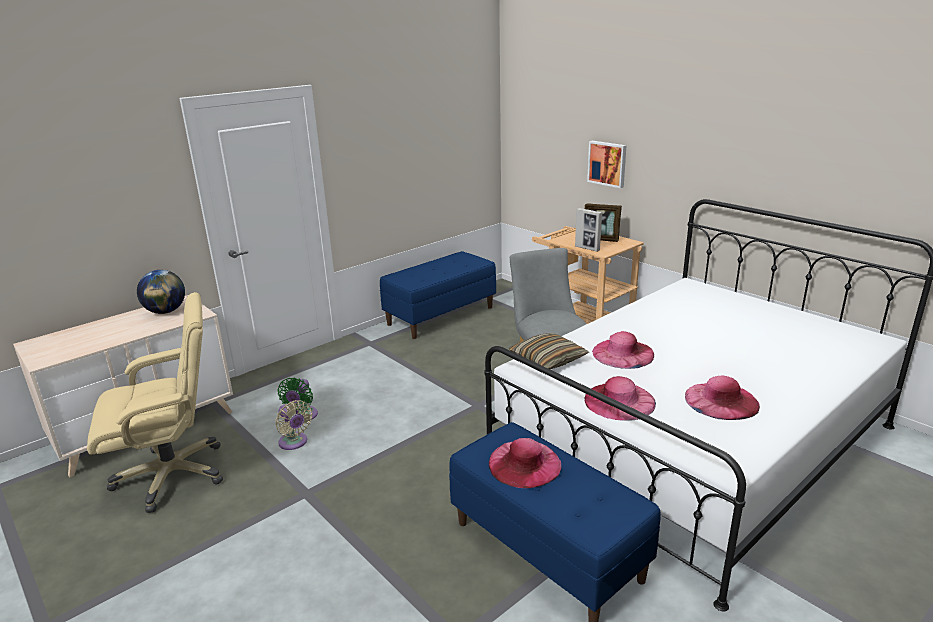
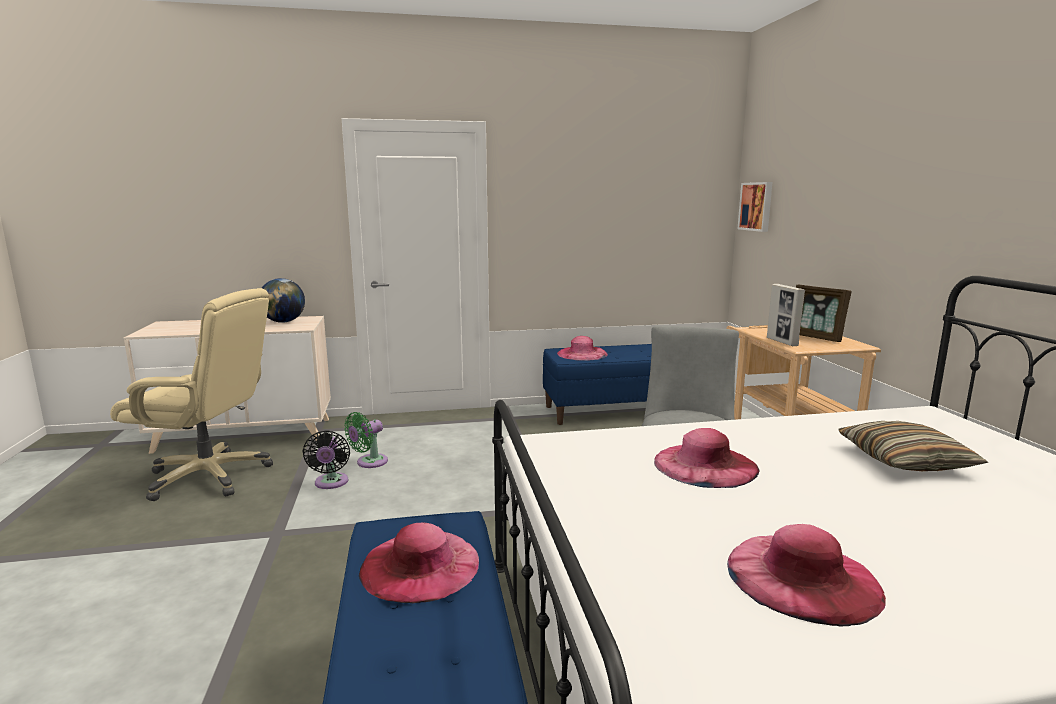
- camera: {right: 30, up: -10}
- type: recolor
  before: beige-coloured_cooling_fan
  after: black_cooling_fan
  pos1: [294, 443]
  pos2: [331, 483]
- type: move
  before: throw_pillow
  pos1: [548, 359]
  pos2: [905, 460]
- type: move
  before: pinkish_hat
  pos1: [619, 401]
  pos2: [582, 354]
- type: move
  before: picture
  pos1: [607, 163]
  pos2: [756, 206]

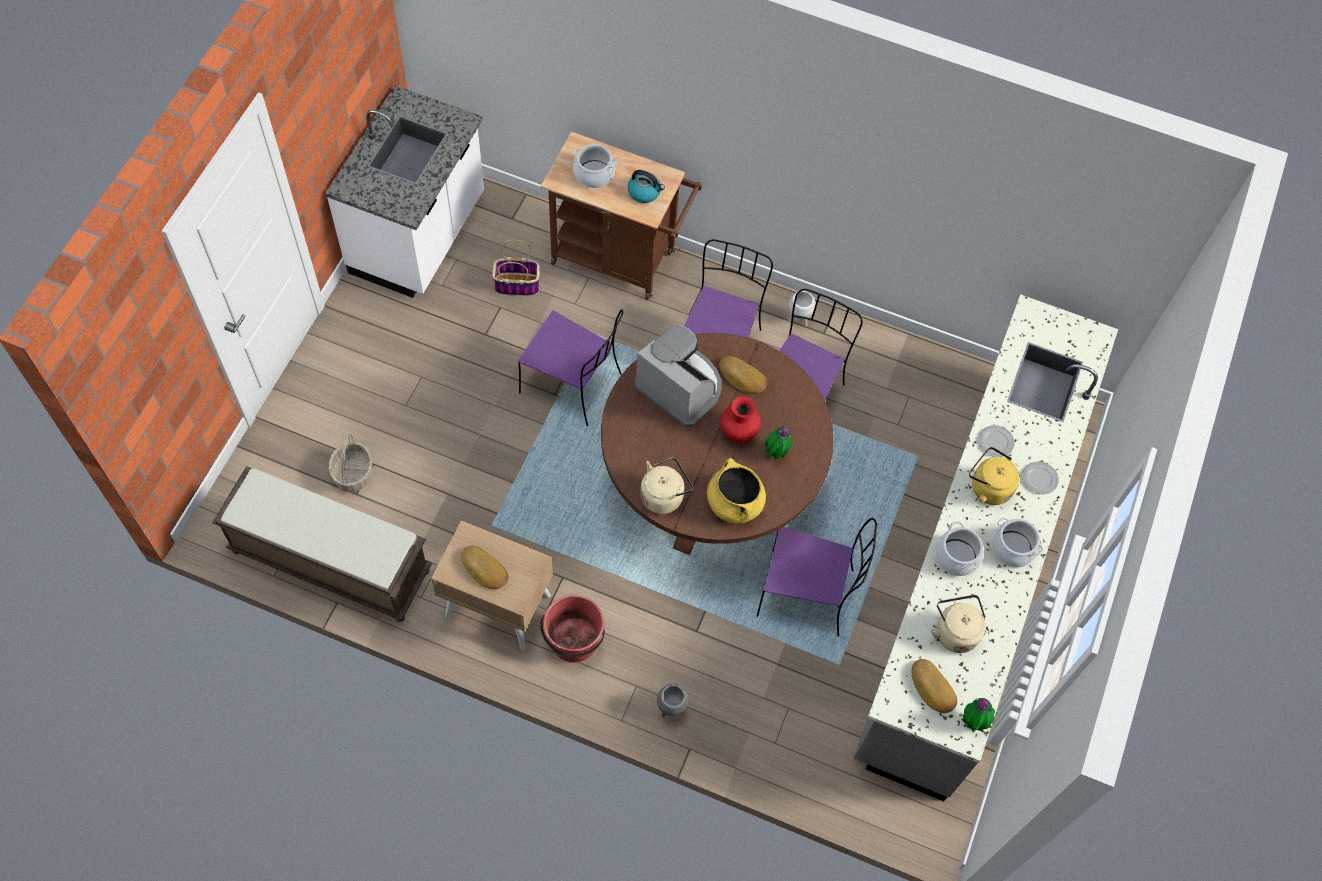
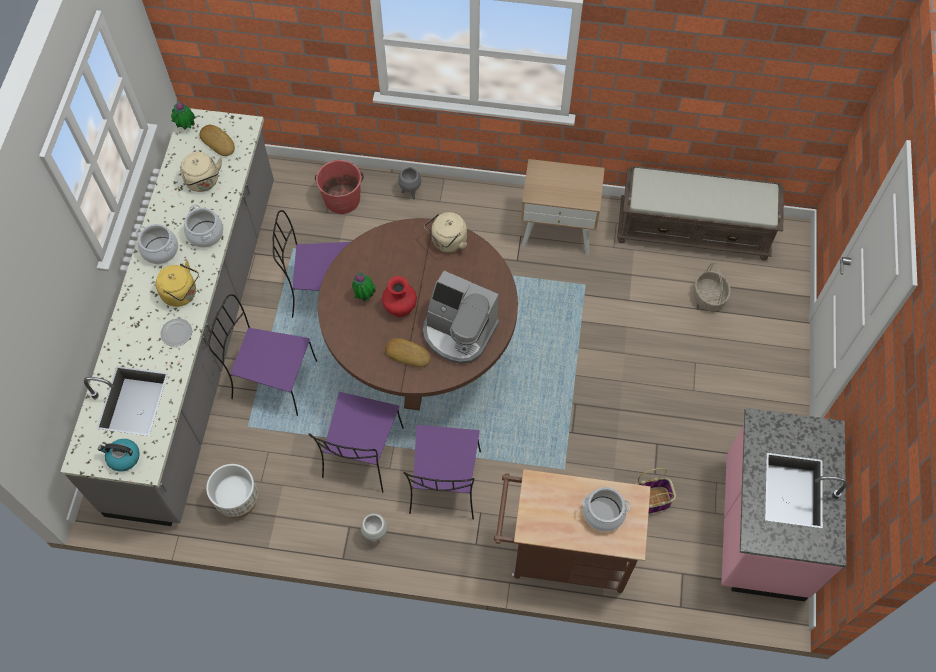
- camera: {right: 170, up: 0}
- type: recolor
  before: white-coloured_counter
  after: pinkish_counter
  pos1: [419, 236]
  pos2: [760, 528]
- type: delete
  before: bakery_bread
  pos1: [484, 570]
- type: move
  before: purple_chair
  pos1: [573, 384]
  pos2: [272, 380]
- type: move
  before: red-coloured_pail
  pos1: [574, 641]
  pos2: [342, 199]
- type: move
  before: water_kettle
  pos1: [644, 192]
  pos2: [123, 458]
- type: delete
  before: yellowish_cooking_pot
  pos1: [734, 503]
- type: delete
  before: flat_dish
  pos1: [1039, 478]
- type: insert
  after: white-coloured_planter
  pos2: [238, 500]

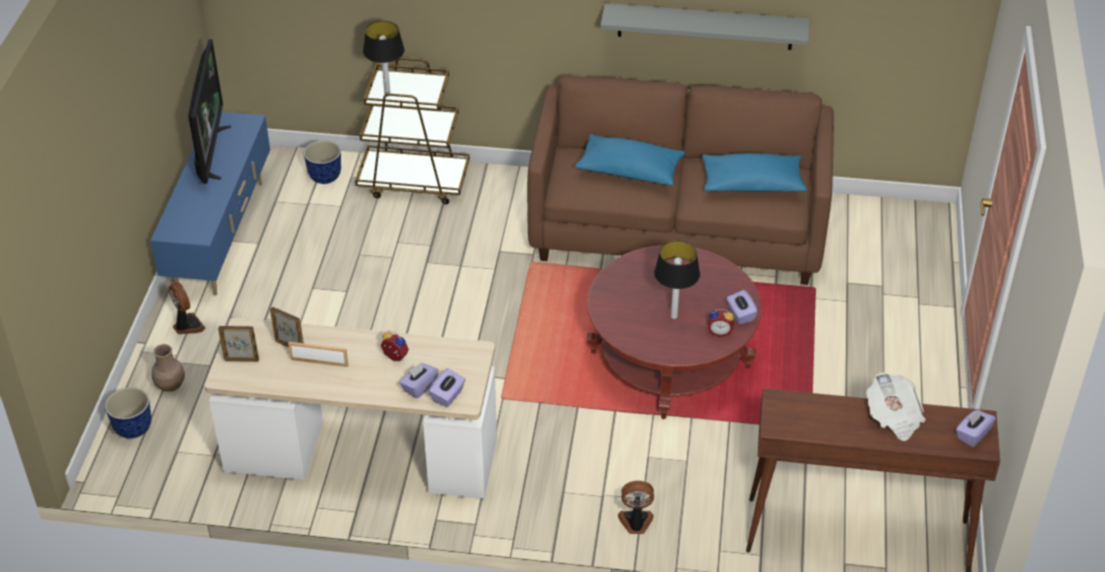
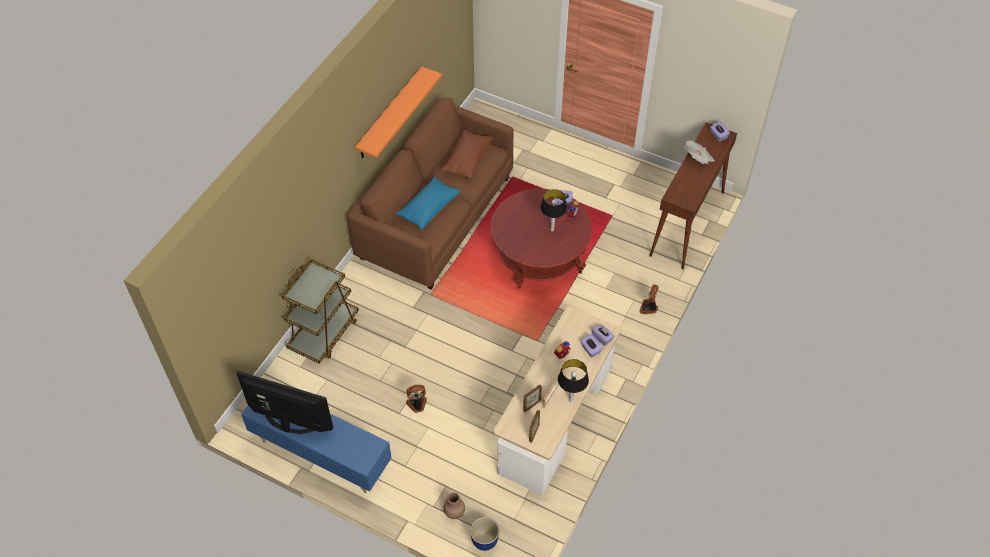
- camera: {right: -70, up: 10}
- type: move
  before: cooling_fan
  pos1: [187, 326]
  pos2: [417, 405]
- type: delete
  before: planter
  pos1: [324, 177]
- type: move
  before: lamp_for_a_table
  pos1: [387, 94]
  pos2: [571, 400]
- type: recolor
  before: grey_bracket_shelf
  after: orangey_bracket_shelf
  pos1: [705, 26]
  pos2: [390, 113]
- type: recolor
  before: blue_throw_pillow
  after: brown-coloured_throw_pillow
  pos1: [752, 184]
  pos2: [467, 160]

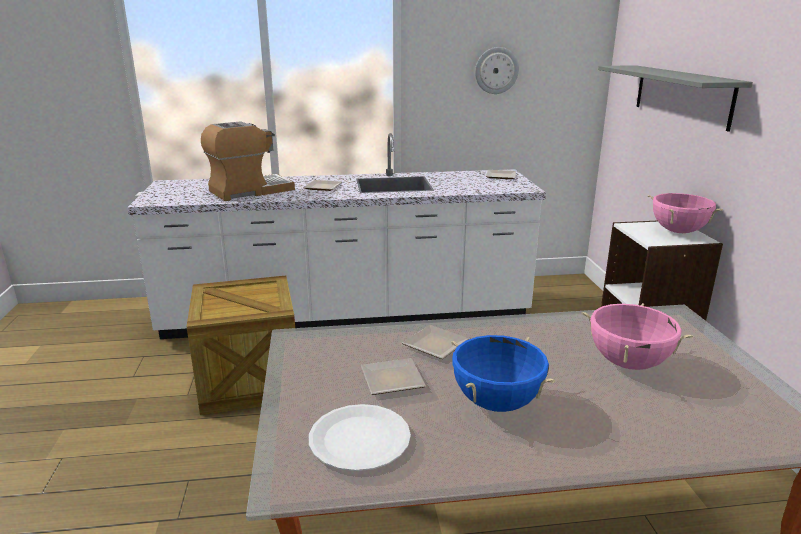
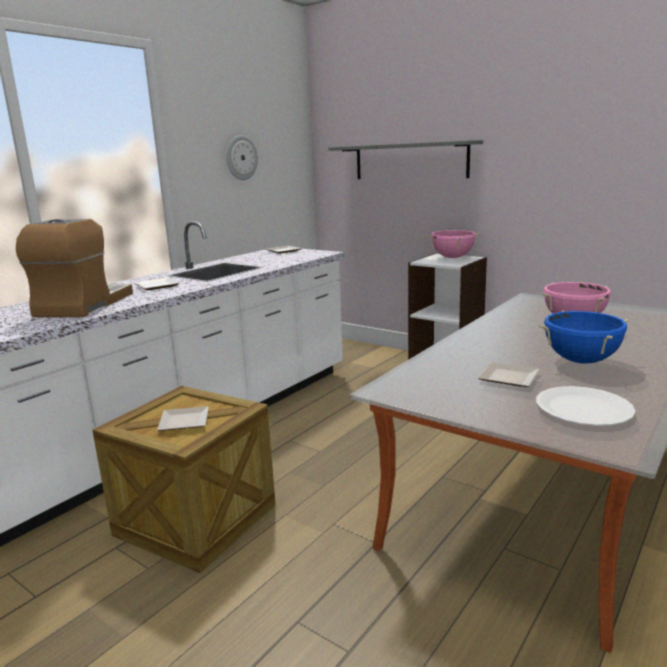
- camera: {right: -45, up: -5}
- type: move
  before: flat_dish
  pos1: [433, 345]
  pos2: [182, 422]

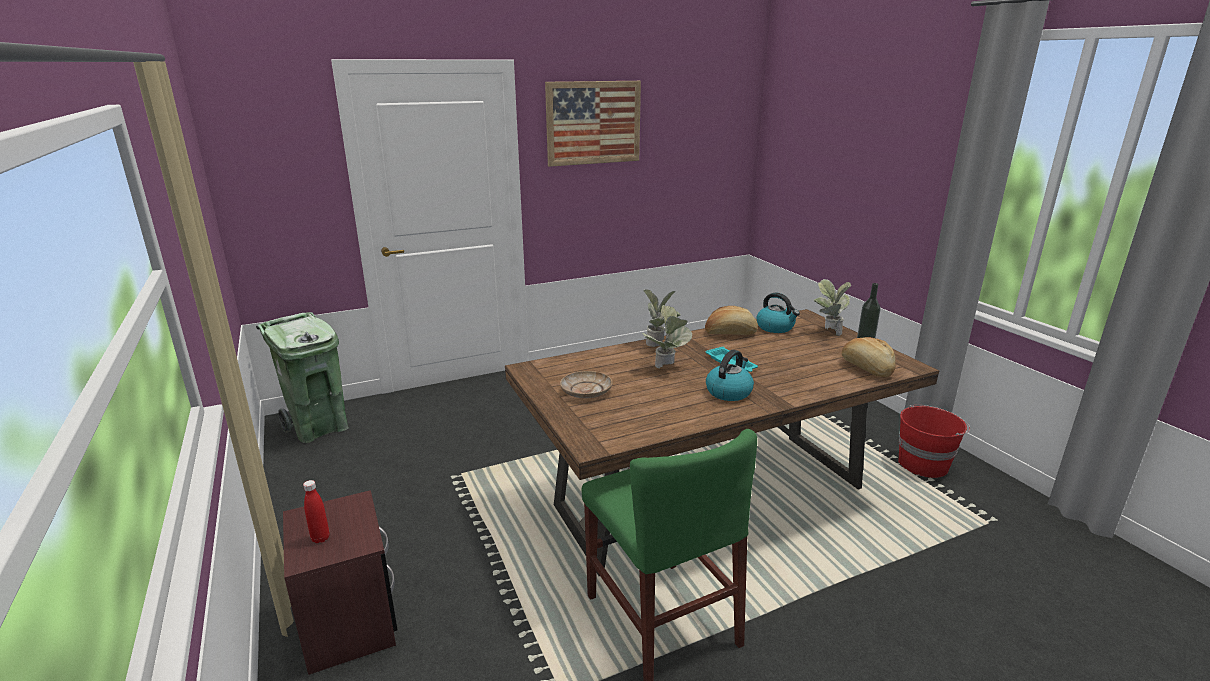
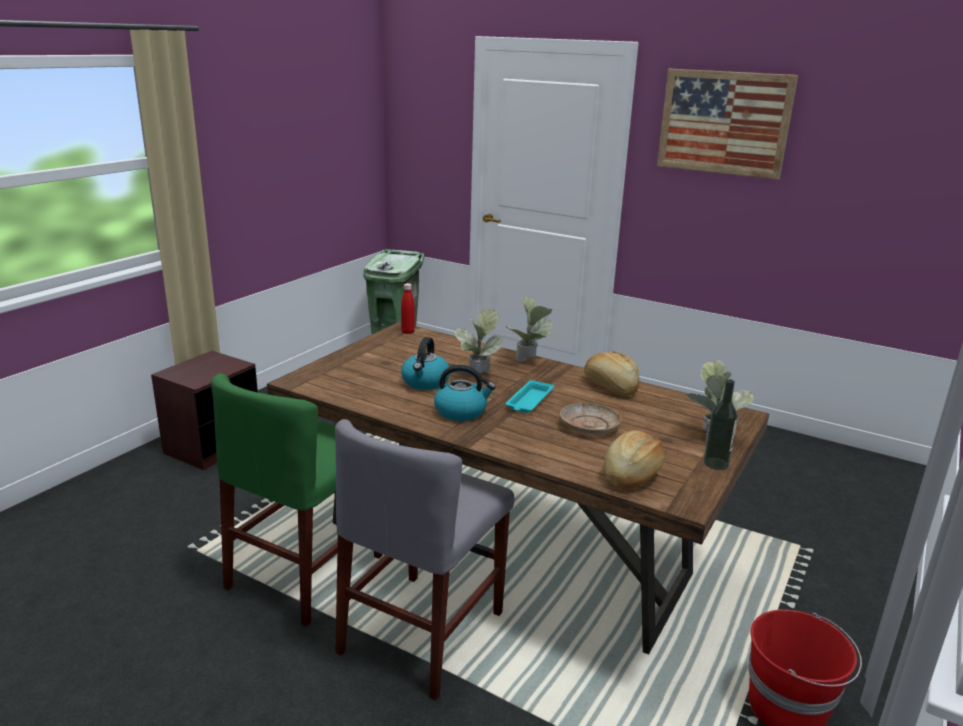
- camera: {right: 55, up: 0}
- type: move
  before: red-coloured_bottle
  pos1: [320, 538]
  pos2: [407, 332]
- type: move
  before: beige-coloured_flat_dish
  pos1: [586, 391]
  pos2: [589, 426]
- type: move
  before: water_kettle
  pos1: [775, 327]
  pos2: [425, 382]
- type: insert
  after: grey_chair
  pos2: [422, 632]

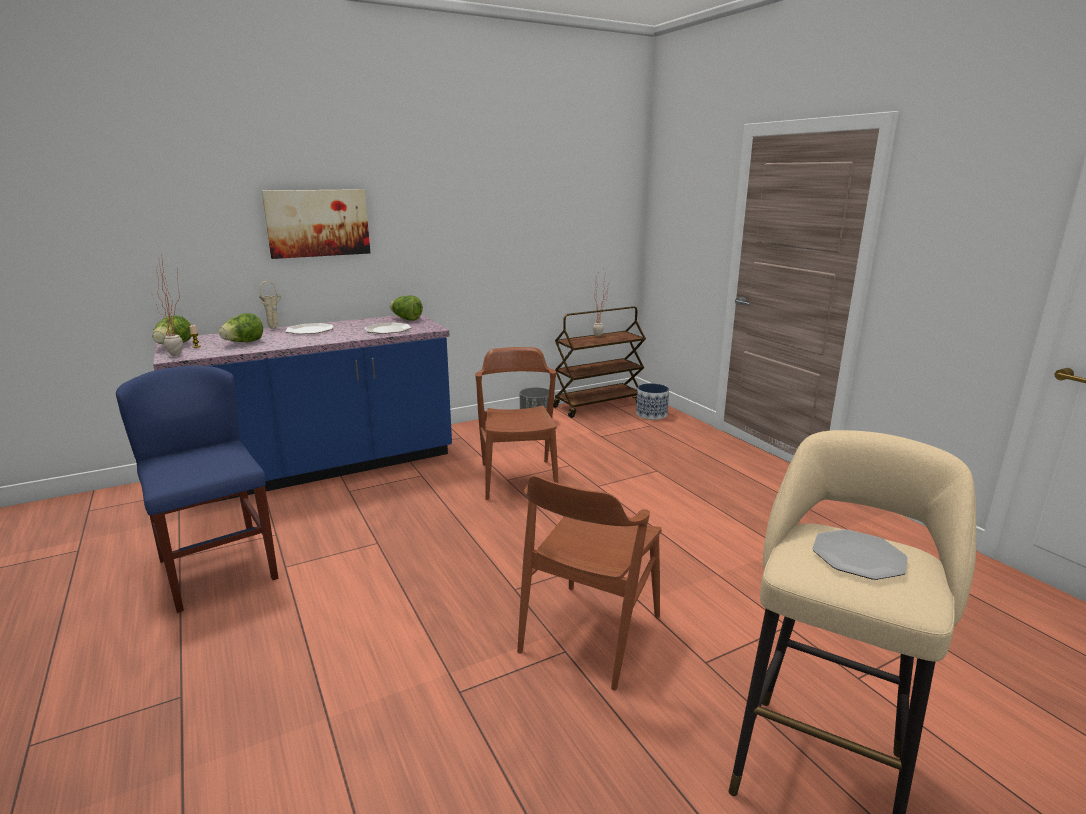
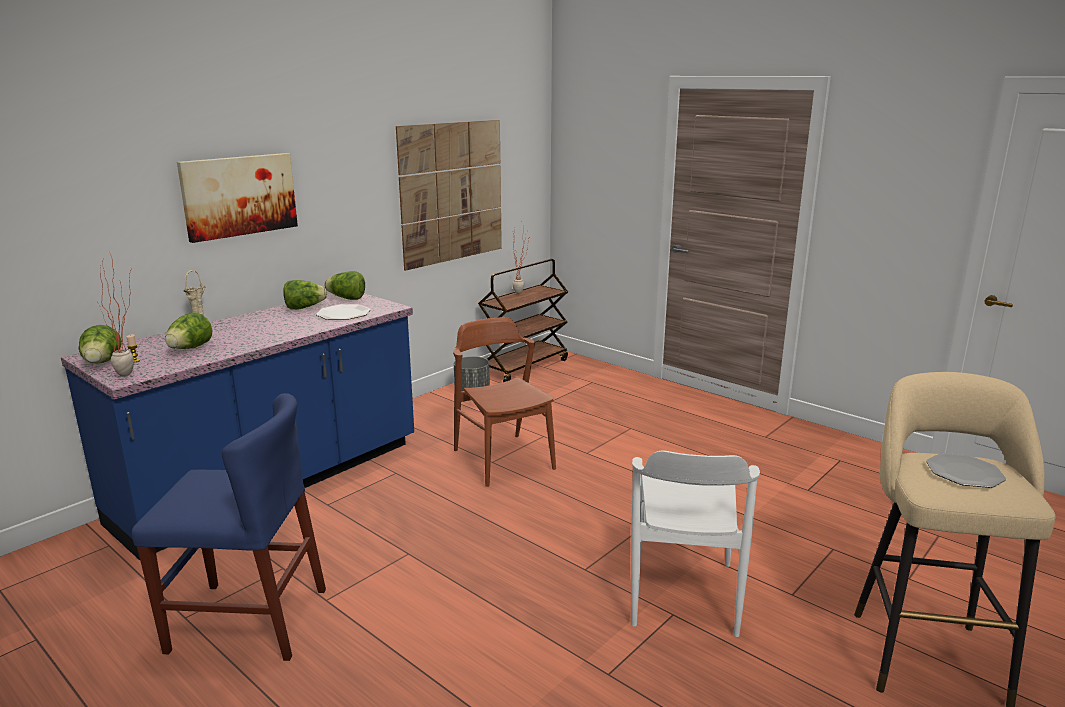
- camera: {right: -20, up: 0}
- type: rotate
  before: blue_chair
  pos1: [218, 569]
  pos2: [248, 620]
  turn: 150
- type: delete
  before: flat_dish
  pos1: [310, 330]
- type: recolor
  before: brown-coloured_chair
  after: white-coloured_chair
  pos1: [590, 633]
  pos2: [682, 593]
- type: delete
  before: planter
  pos1: [651, 414]
- type: insert
  after: head_of_lettuce
  pos2: [304, 308]
- type: insert
  after: picture
  pos2: [452, 192]

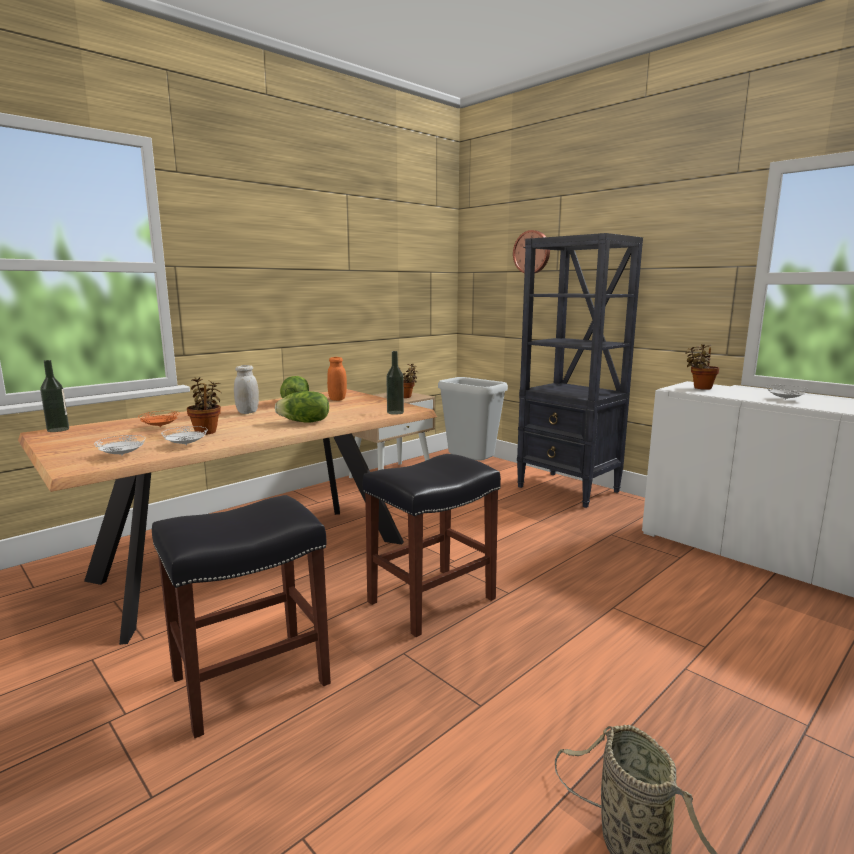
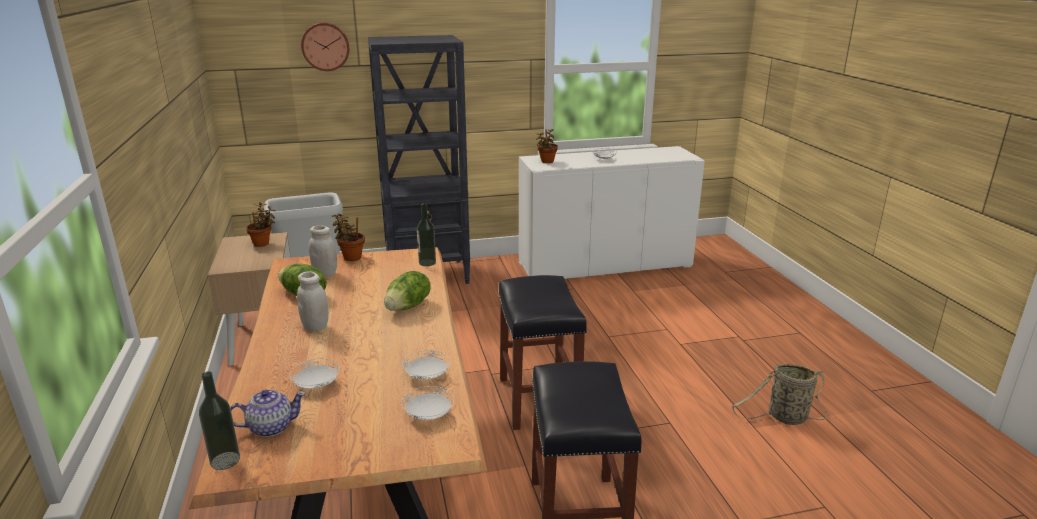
- camera: {right: -60, up: 10}
- type: recolor
  before: orangey_flat_dish
  after: white-coloured_flat_dish
  pos1: [160, 427]
  pos2: [316, 385]
- type: move
  before: potted_plant
  pos1: [206, 431]
  pos2: [351, 257]
- type: recolor
  before: orangey_storage_jar
  after: white-coloured_storage_jar
  pos1: [337, 399]
  pos2: [325, 273]
- type: insert
  after: tea_pot
  pos2: [270, 427]

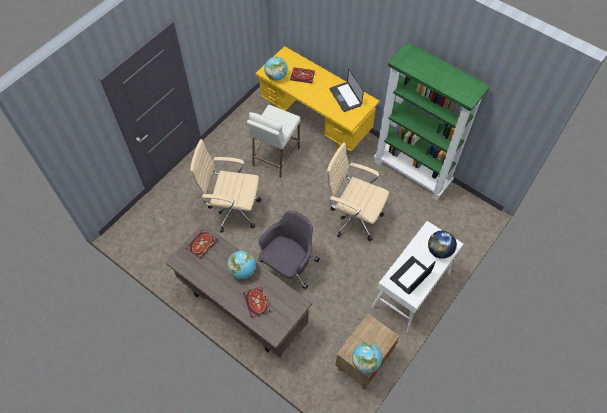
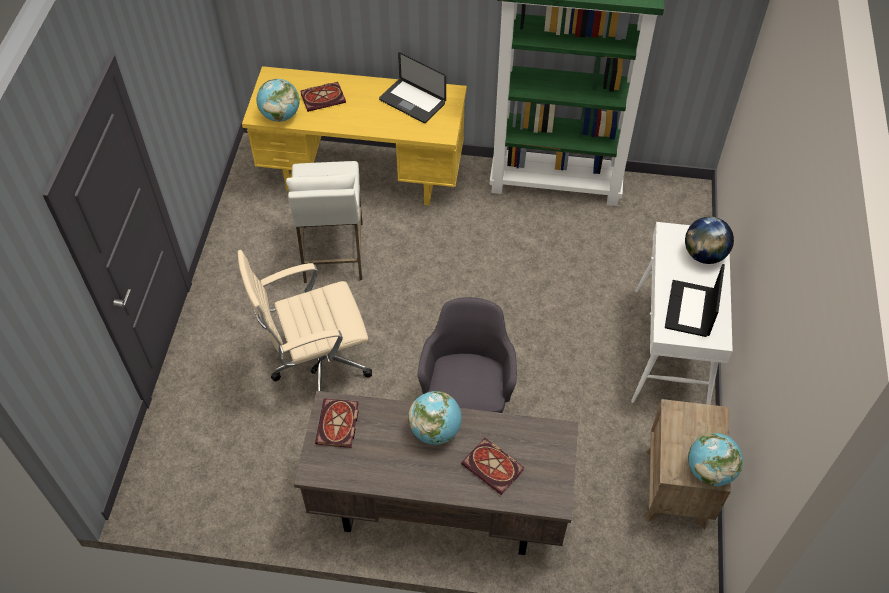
- camera: {right: -30, up: -5}
- type: delete
  before: beige-coloured_computer_chair
  pos1: [353, 218]

